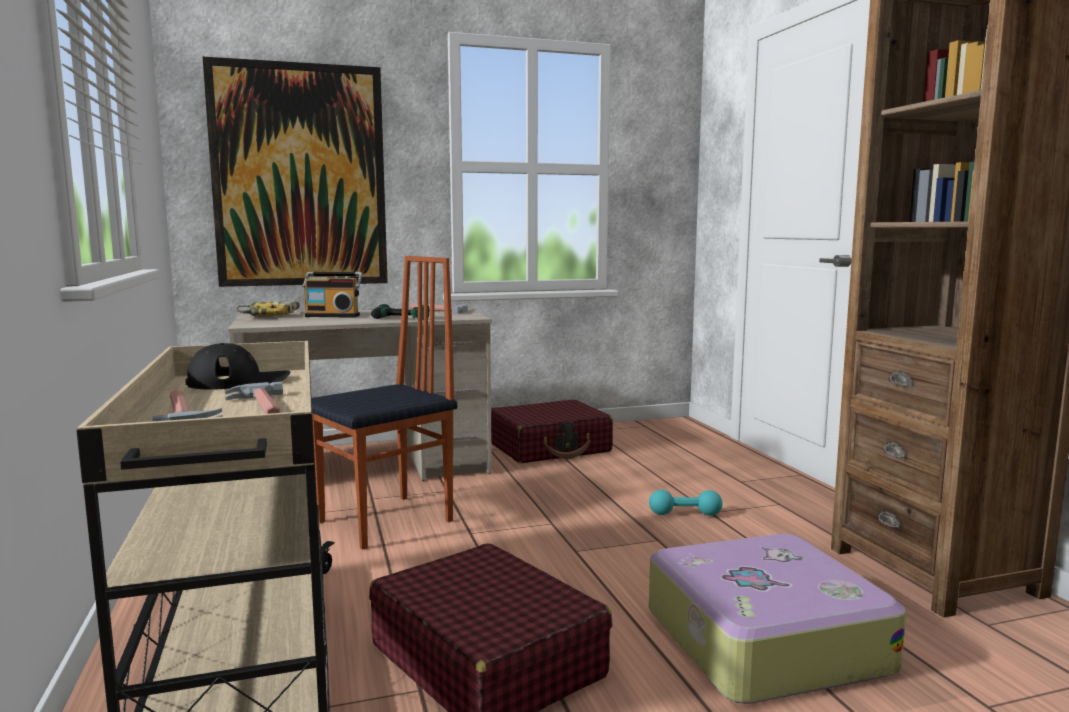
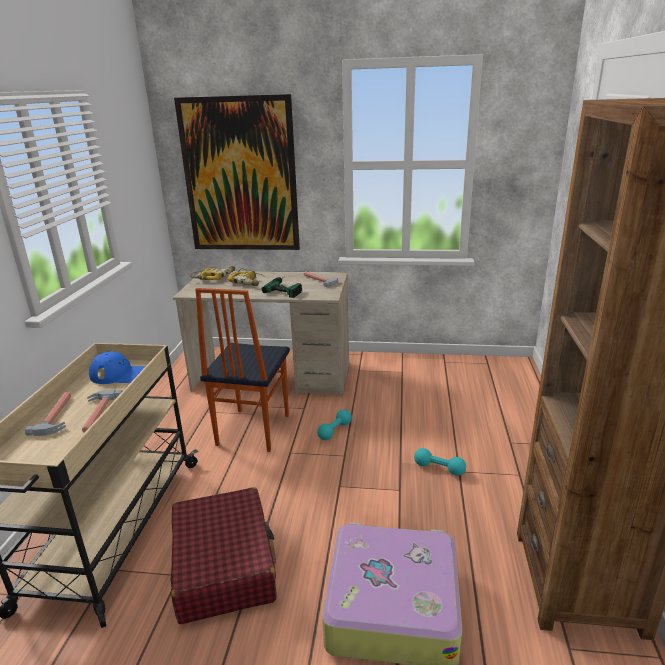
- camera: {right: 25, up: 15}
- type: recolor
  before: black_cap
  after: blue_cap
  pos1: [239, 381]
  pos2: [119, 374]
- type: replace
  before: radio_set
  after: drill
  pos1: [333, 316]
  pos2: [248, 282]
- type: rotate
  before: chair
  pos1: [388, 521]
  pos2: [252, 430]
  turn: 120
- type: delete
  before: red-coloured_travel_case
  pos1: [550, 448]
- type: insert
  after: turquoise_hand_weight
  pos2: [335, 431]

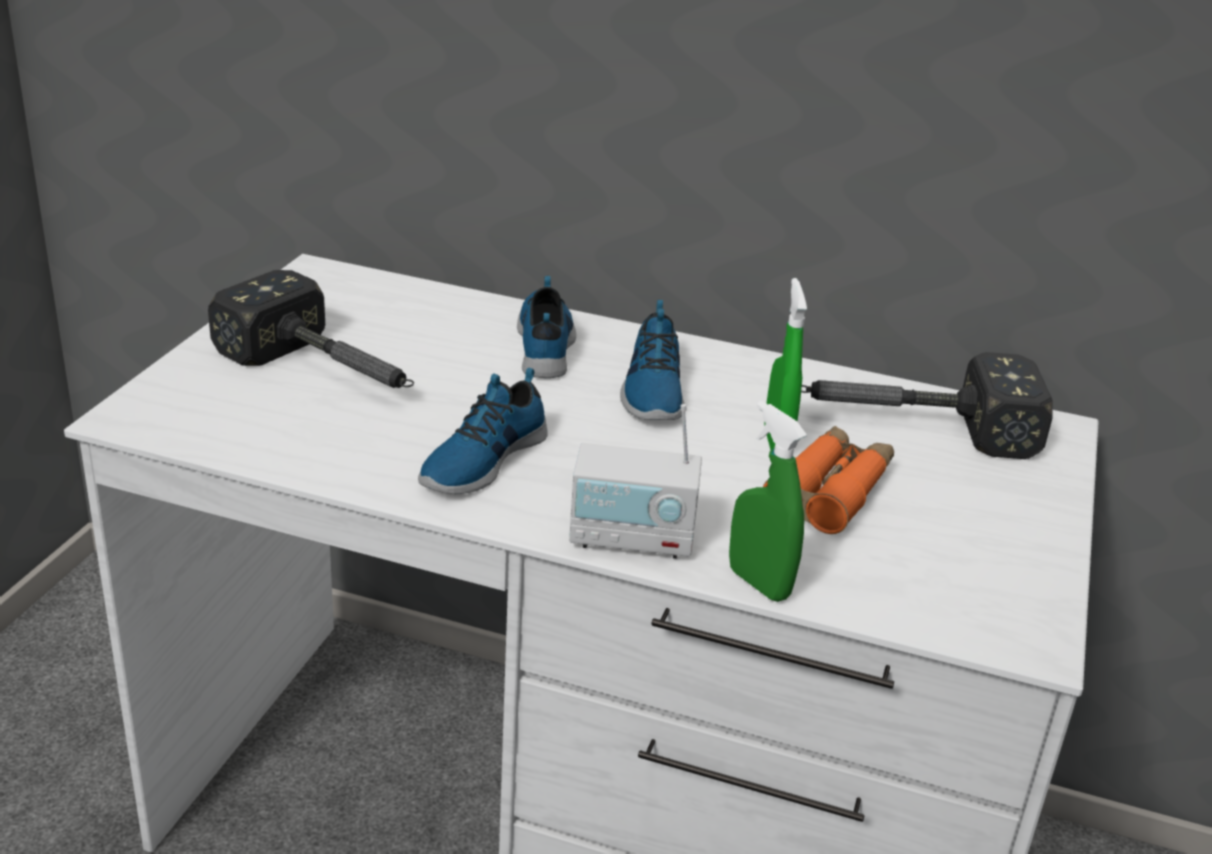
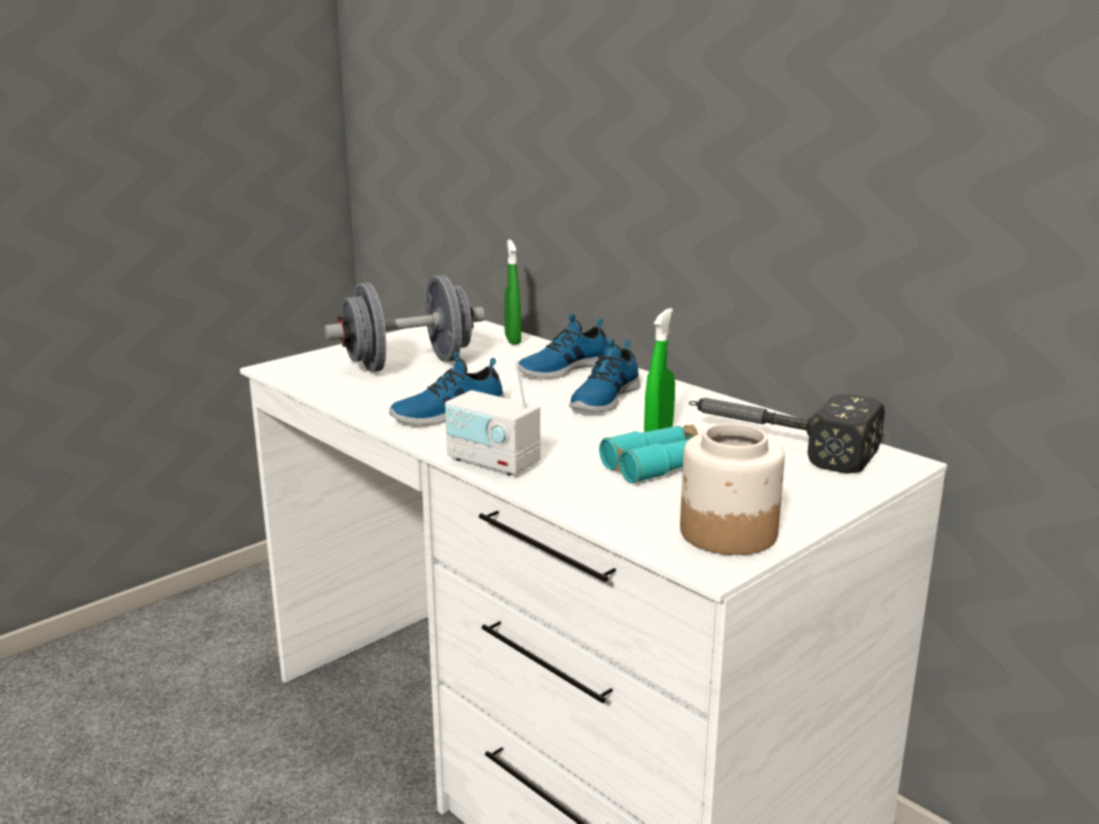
- camera: {right: 30, up: -10}
- type: replace
  before: hammer
  after: grey_hand_weight
  pos1: [327, 372]
  pos2: [408, 364]
- type: rotate
  before: item_of_footwear
  pos1: [546, 342]
  pos2: [562, 369]
  turn: -150
- type: move
  before: greenish_sprayer
  pos1: [758, 583]
  pos2: [512, 340]
- type: recolor
  before: orangey_field_glasses
  after: turquoise_field_glasses
  pos1: [830, 491]
  pos2: [663, 464]
- type: insert
  after: storage_jar
  pos2: [727, 533]

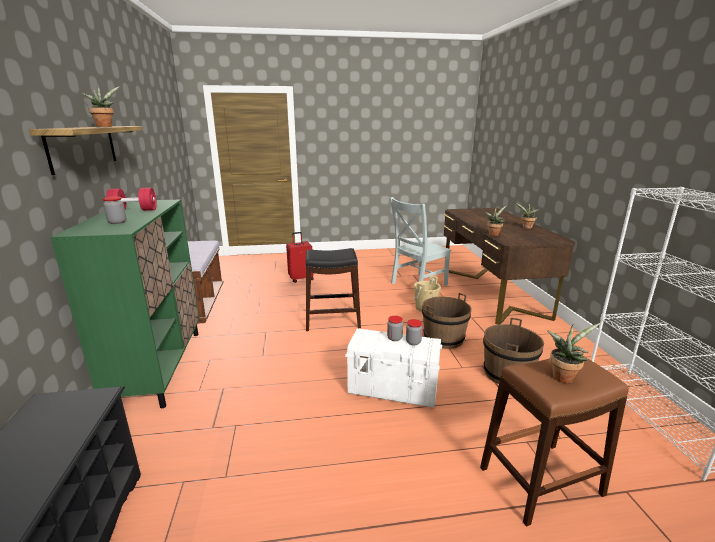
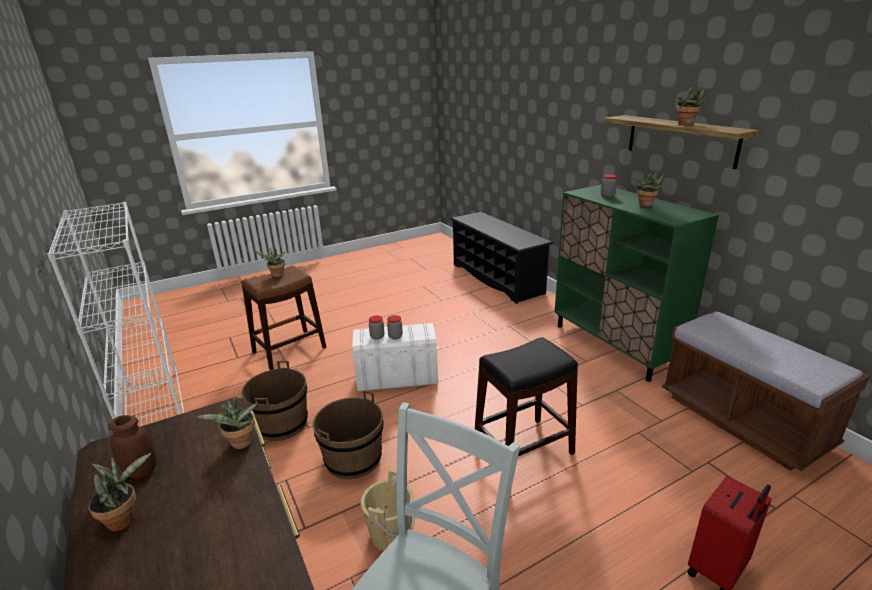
- camera: {right: 160, up: 5}
- type: replace
  before: red-coloured_hand_weight
  after: potted_plant
  pos1: [134, 210]
  pos2: [646, 205]
- type: insert
  after: brown-coloured_storage_jar
  pos2: [141, 471]

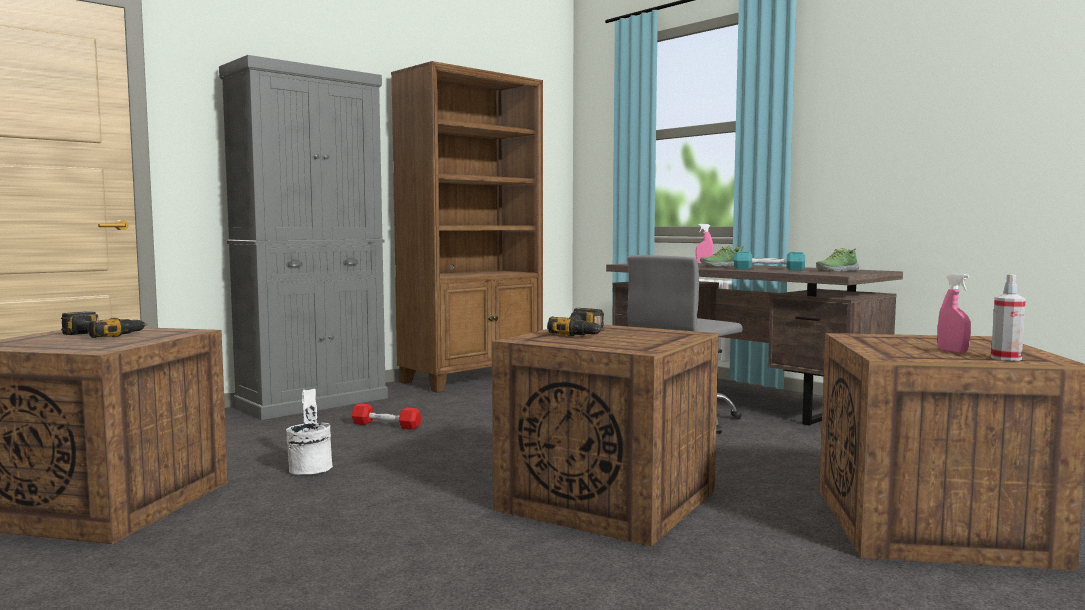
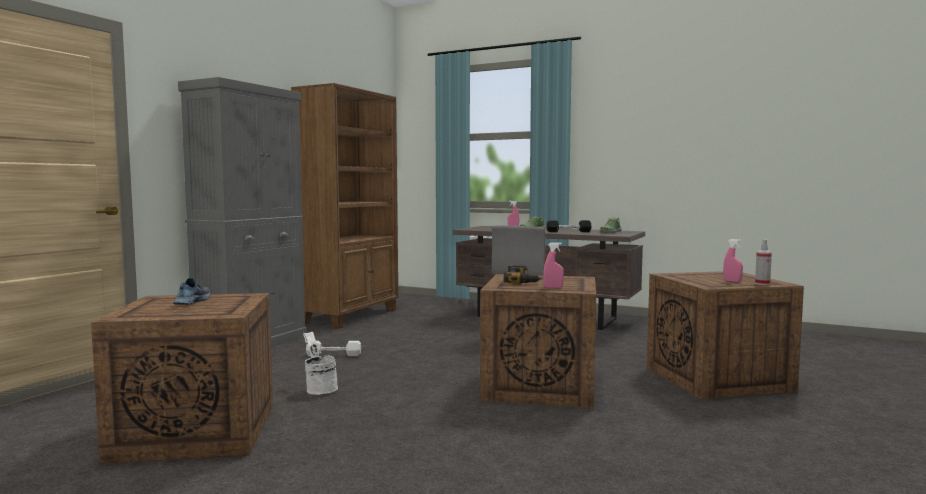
- camera: {right: -20, up: 0}
- type: replace
  before: drill
  after: item_of_footwear
  pos1: [105, 334]
  pos2: [191, 302]
- type: recolor
  before: red-coloured_hand_weight
  after: white-coloured_hand_weight
  pos1: [386, 425]
  pos2: [333, 355]
- type: recolor
  before: turquoise_hand_weight
  after: black_hand_weight
  pos1: [768, 269]
  pos2: [568, 232]
- type: insert
  after: pinkish_sprayer
  pos2: [553, 287]

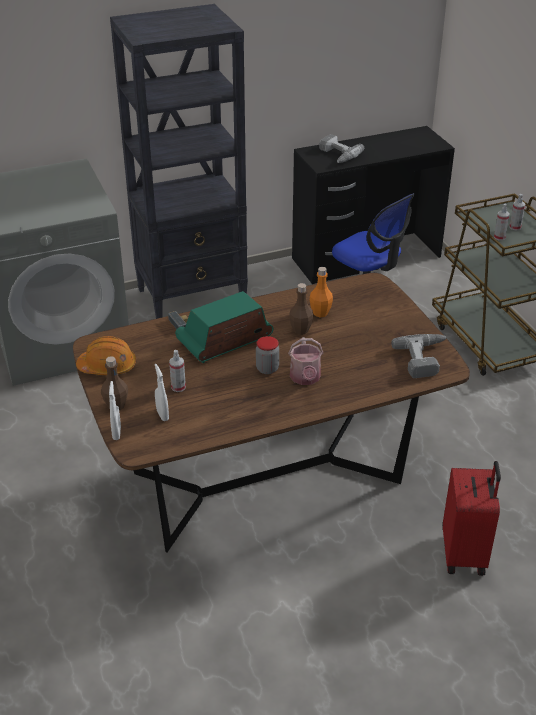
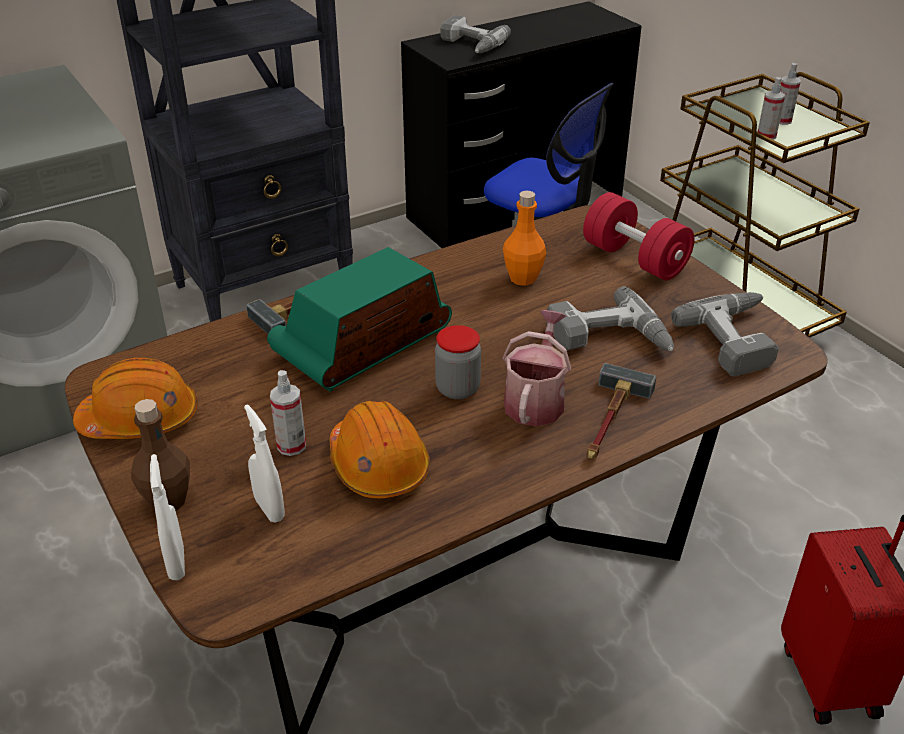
- camera: {right: -10, up: 0}
- type: rotate
  before: watering_can
  pos1: [305, 378]
  pos2: [536, 399]
  turn: -150
- type: delete
  before: brown-coloured_bottle
  pos1: [300, 330]
- type: insert
  after: orangey_work_helmet
  pos2: [378, 465]
- type: insert
  after: drill
  pos2: [609, 339]
- type: insert
  after: red-coloured_hand_weight
  pos2: [634, 259]
- type: insert
  after: hammer
  pos2: [609, 421]

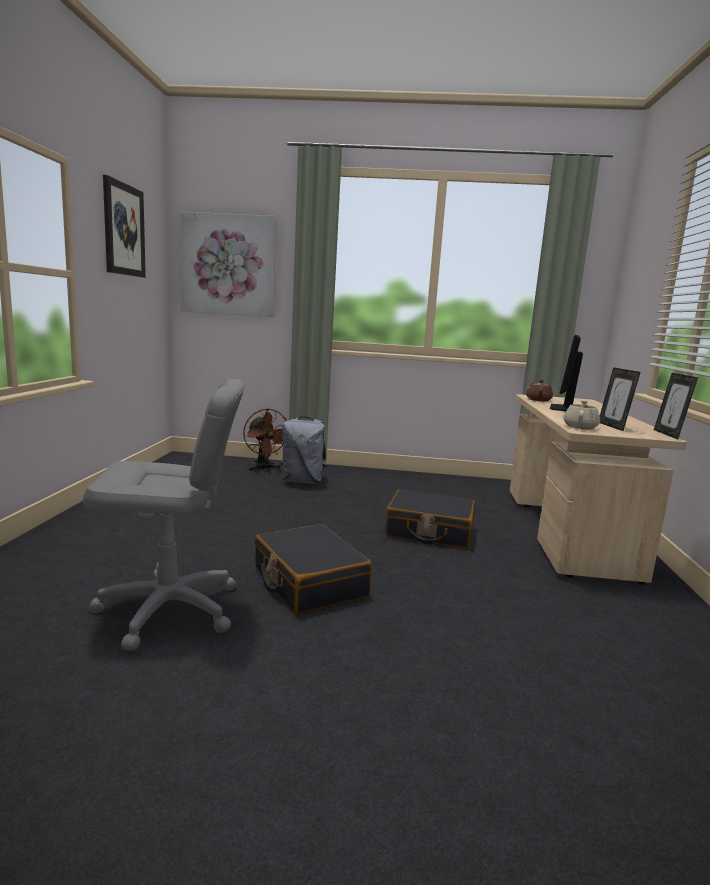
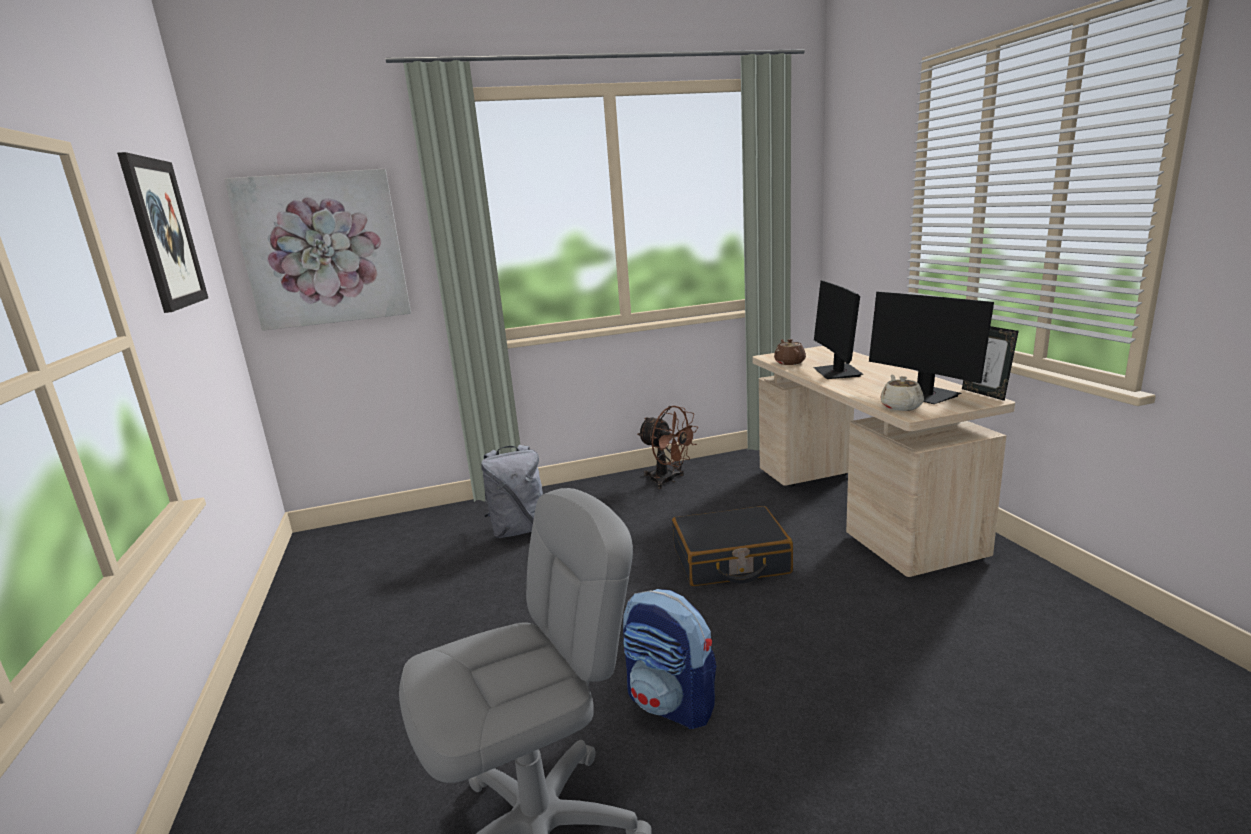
- camera: {right: -20, up: 5}
- type: move
  before: brown-coloured_cooling_fan
  pos1: [264, 468]
  pos2: [668, 480]
- type: replace
  before: black_travel_case
  after: knapsack
  pos1: [309, 582]
  pos2: [672, 703]
- type: replace
  before: picture_frame
  after: monitor
  pos1: [613, 426]
  pos2: [924, 395]

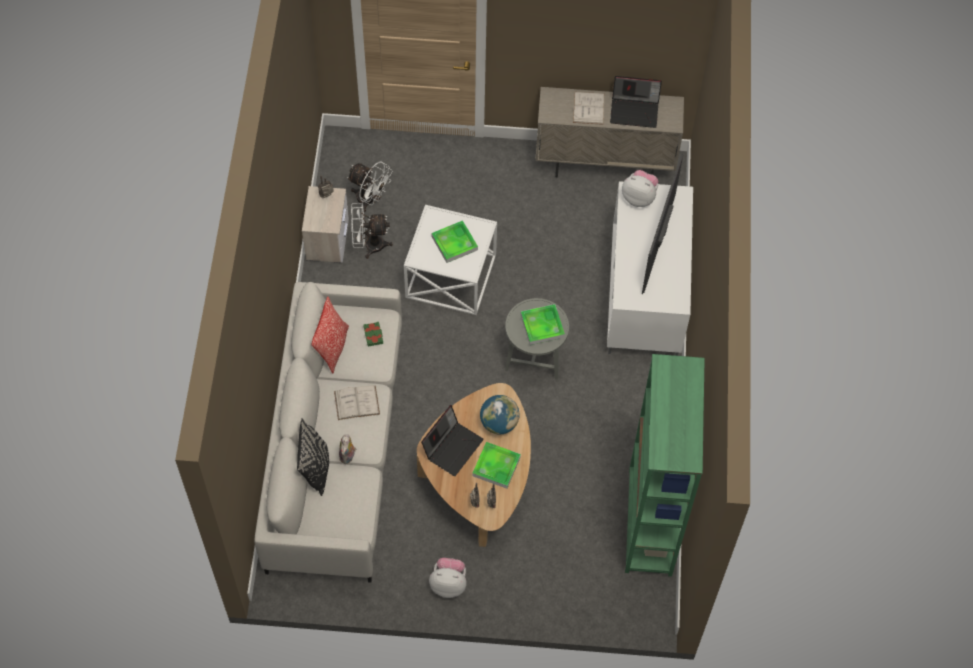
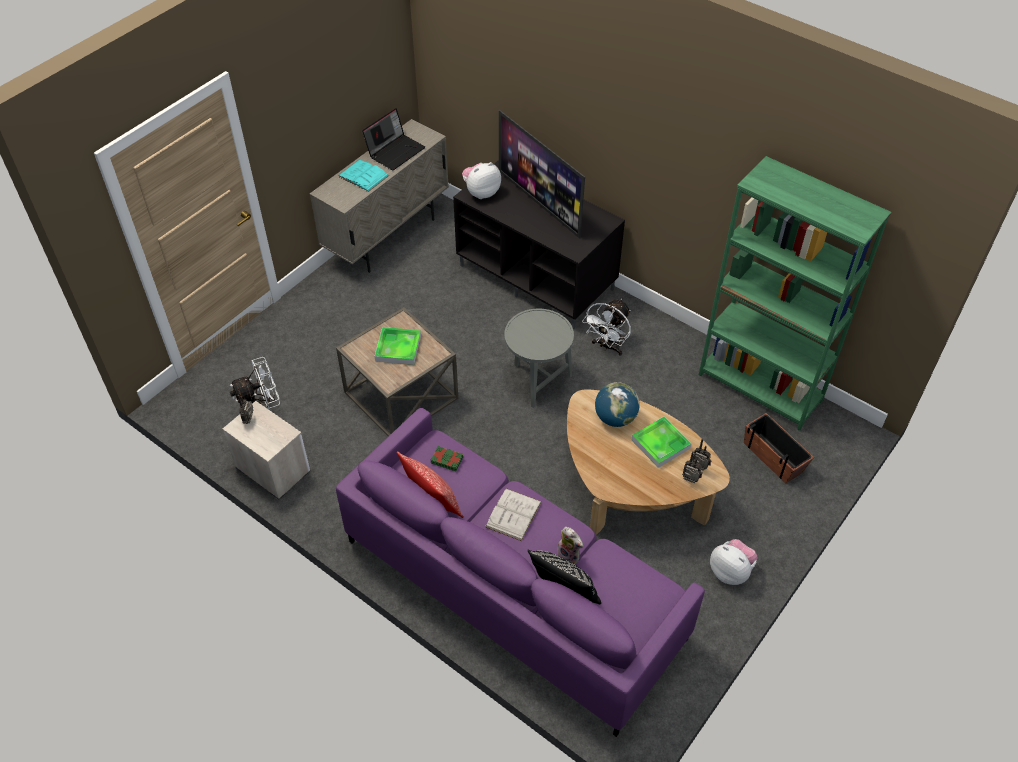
- camera: {right: -55, up: -10}
- type: recolor
  before: grey_settee
  after: purple_settee
  pos1: [336, 448]
  pos2: [514, 588]
- type: move
  before: white-coloured_cooling_fan
  pos1: [369, 245]
  pos2: [608, 346]
- type: recolor
  before: white-coloured_side_table
  after: brown-coloured_side_table
  pos1: [450, 275]
  pos2: [400, 395]
- type: delete
  before: portable_computer
  pos1: [452, 447]
- type: rotate
  before: soft_toy
  pos1: [448, 584]
  pos2: [730, 571]
  turn: 90
- type: delete
  before: serving_tray
  pos1: [542, 326]
- type: recolor
  before: white-coloured_volume
  after: turquoise_volume
  pos1: [588, 108]
  pos2: [363, 176]
- type: recolor
  before: white-coloured_tv_unit
  after: black_tv_unit
  pos1: [646, 296]
  pos2: [538, 277]
- type: insert
  after: planter
  pos2: [773, 457]

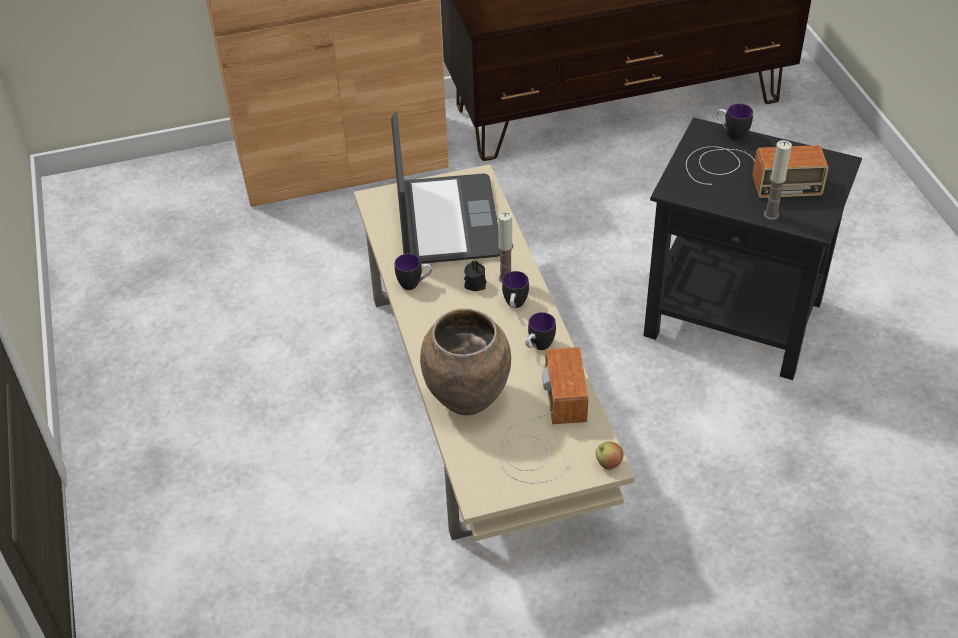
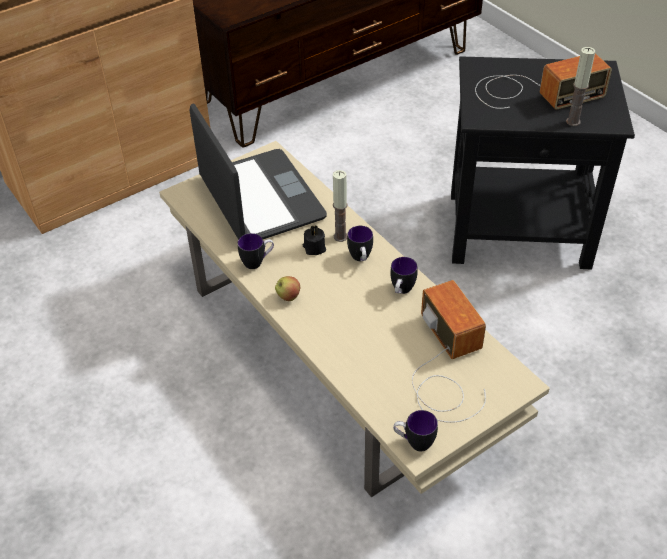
- camera: {right: -20, up: 0}
- type: delete
  before: brown-coloured_decorative_vase
  pos1: [468, 399]
- type: move
  before: apple
  pos1: [608, 463]
  pos2: [288, 297]
- type: move
  before: coffee_mug
  pos1: [731, 134]
  pos2: [414, 442]

